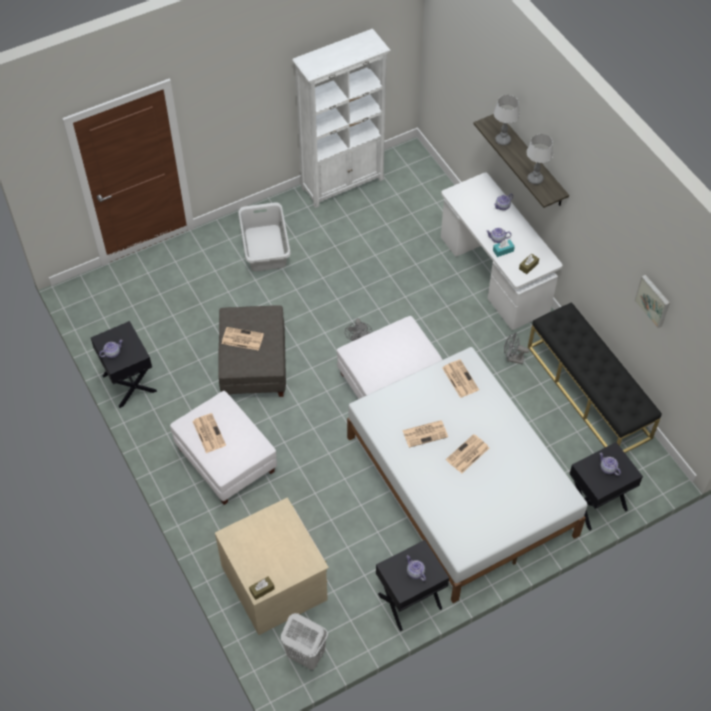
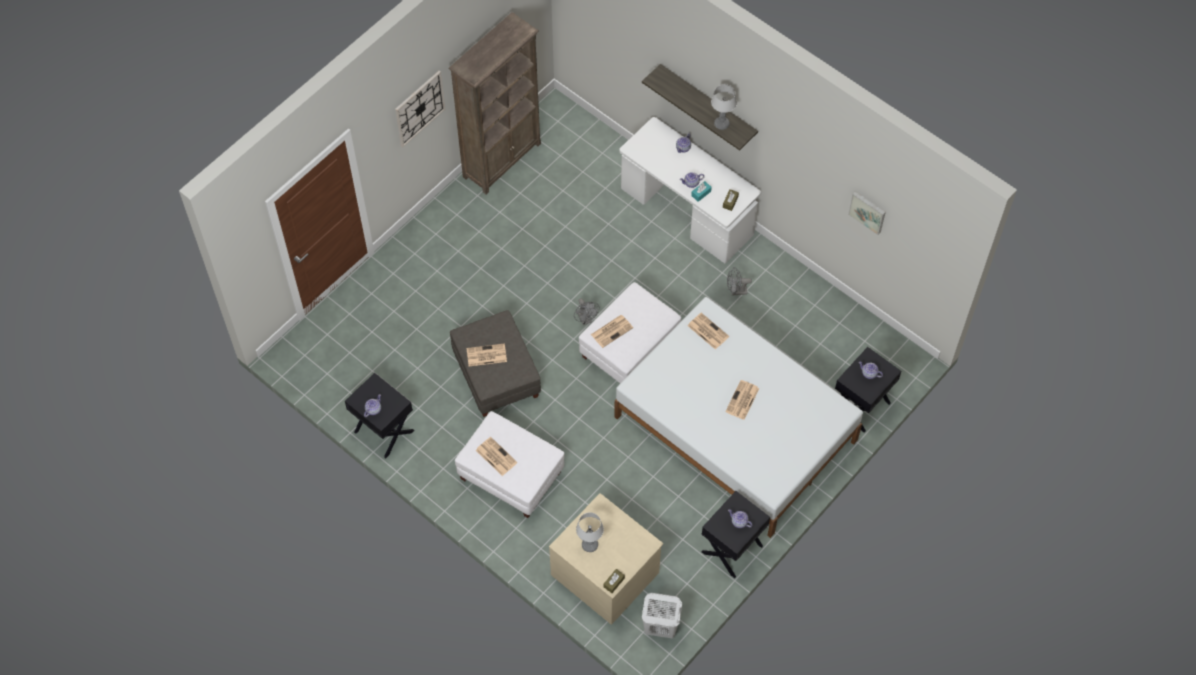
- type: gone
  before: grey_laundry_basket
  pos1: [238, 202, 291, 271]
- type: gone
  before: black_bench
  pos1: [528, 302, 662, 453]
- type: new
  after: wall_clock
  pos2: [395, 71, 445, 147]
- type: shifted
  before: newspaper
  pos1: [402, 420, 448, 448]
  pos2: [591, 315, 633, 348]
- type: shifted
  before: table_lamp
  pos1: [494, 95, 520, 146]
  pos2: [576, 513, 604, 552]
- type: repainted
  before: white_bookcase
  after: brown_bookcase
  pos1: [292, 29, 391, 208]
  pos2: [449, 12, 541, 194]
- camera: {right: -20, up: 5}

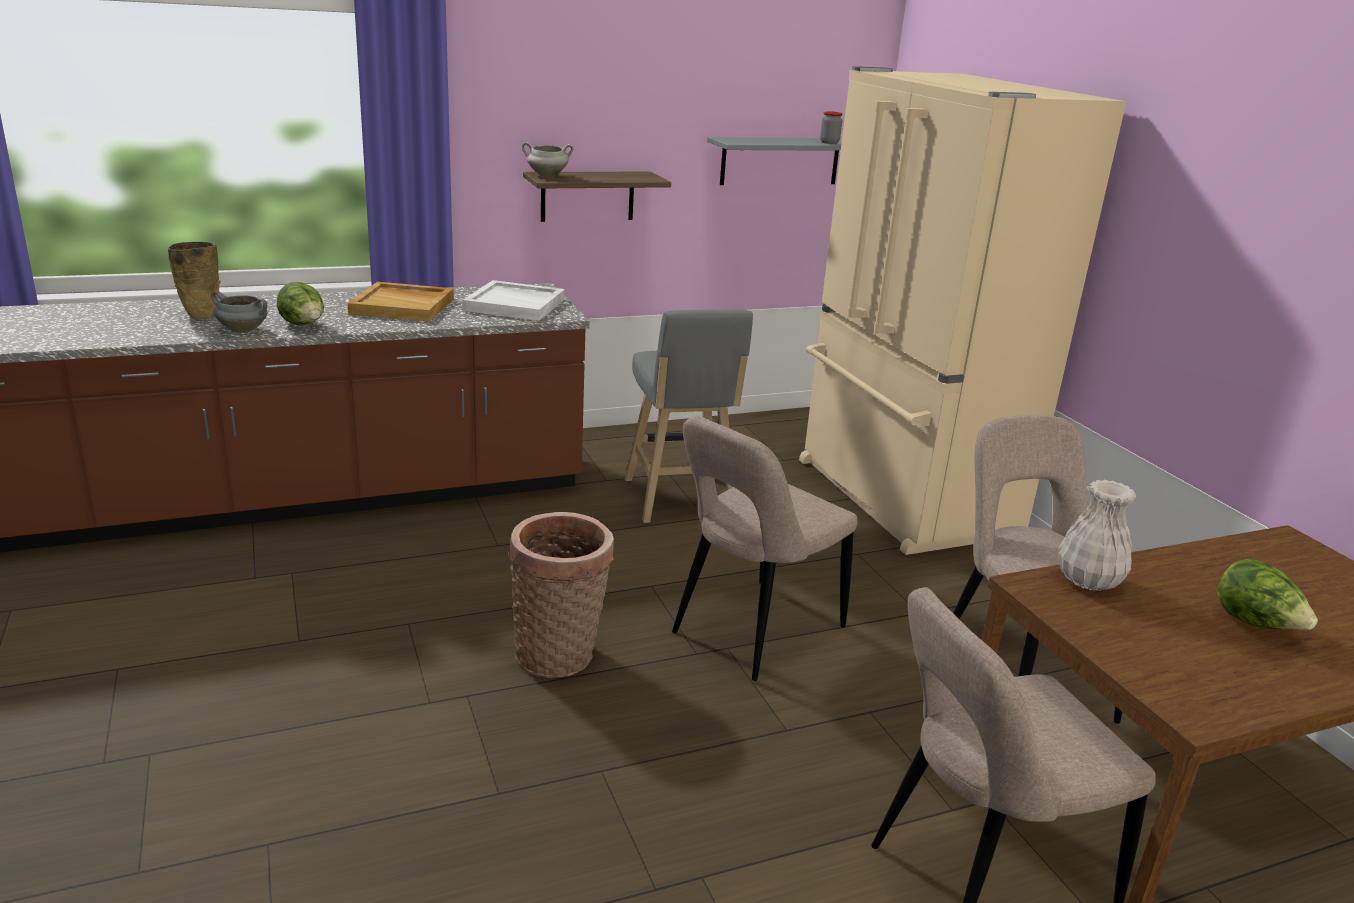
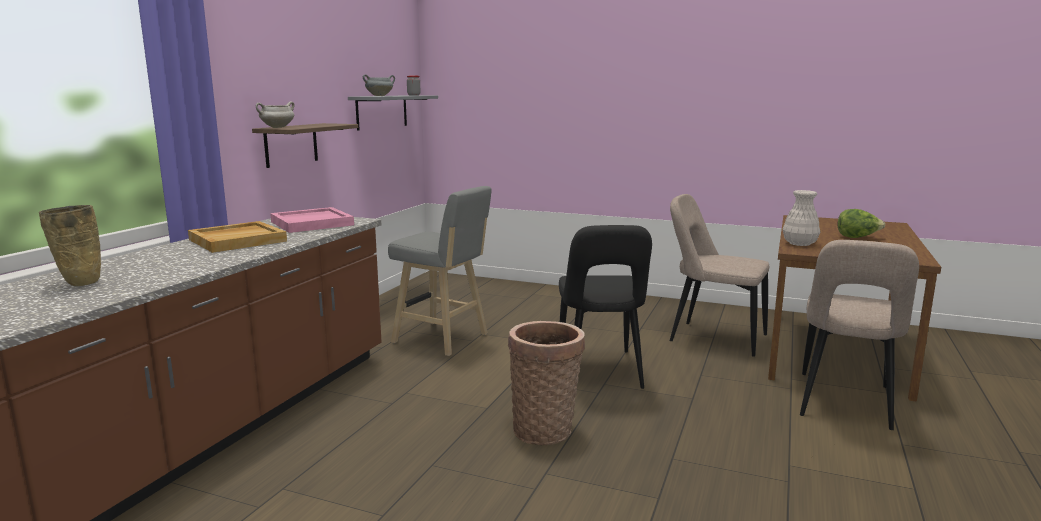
- type: gone
  before: lettuce
  pos1: [277, 282, 324, 325]
- type: gone
  before: beige_fridge
  pos1: [799, 66, 1126, 555]
- type: shifted
  before: grey_cooking_pot
  pos1: [211, 291, 267, 333]
  pos2: [363, 74, 395, 96]
- type: repainted
  before: white_tray
  after: pink_tray
  pos1: [463, 280, 565, 321]
  pos2: [270, 207, 354, 233]
- type: repainted
  before: beige_chair
  after: black_chair
  pos1: [672, 416, 858, 681]
  pos2: [559, 225, 652, 389]
- camera: {right: -45, up: -10}

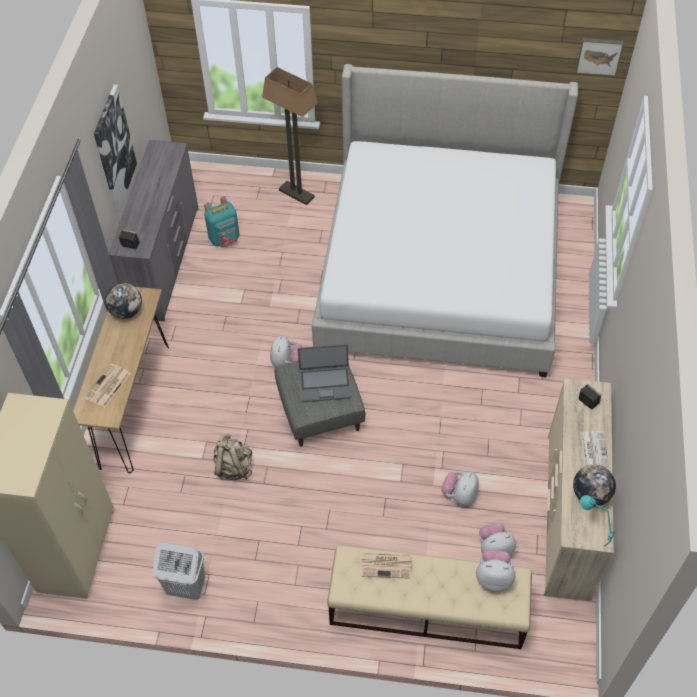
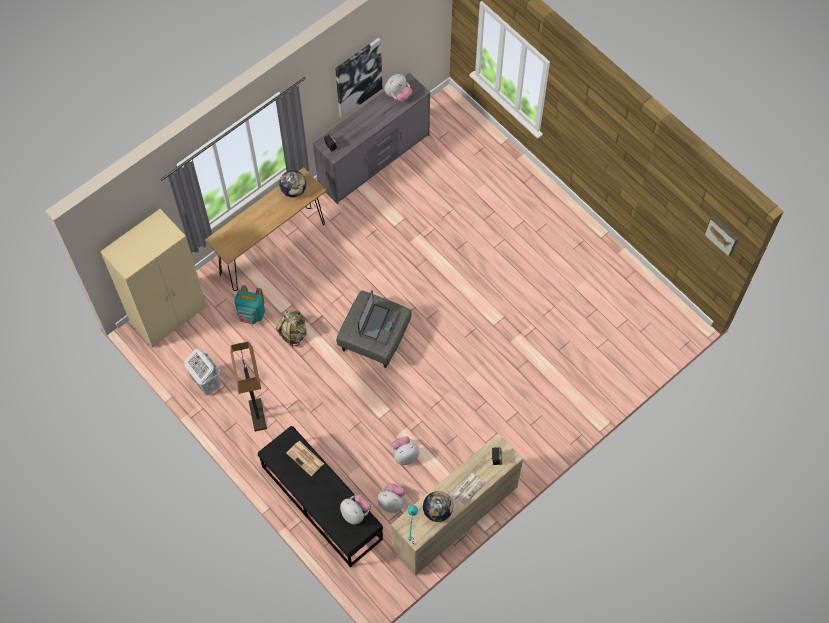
- type: gone
  before: newspaper
  pos1: [84, 363, 131, 408]
- type: gone
  before: bed
  pos1: [312, 64, 578, 377]
- type: shifted
  before: turquoise_backpack
  pos1: [204, 196, 240, 246]
  pos2: [235, 285, 265, 324]
- type: shifted
  before: floor_lamp
  pos1: [262, 67, 318, 205]
  pos2: [230, 341, 267, 432]
- type: shifted
  before: plush_toy
  pos1: [270, 336, 302, 367]
  pos2: [384, 74, 412, 102]
- type: repainted
  before: beige_bench
  after: black_bench
  pos1: [327, 545, 532, 649]
  pos2: [258, 426, 383, 567]
- type: rotated
  before: laptop
  pos1: [298, 344, 352, 402]
  pos2: [358, 290, 400, 345]
  turn: -105
- camera: {right: 40, up: 10}

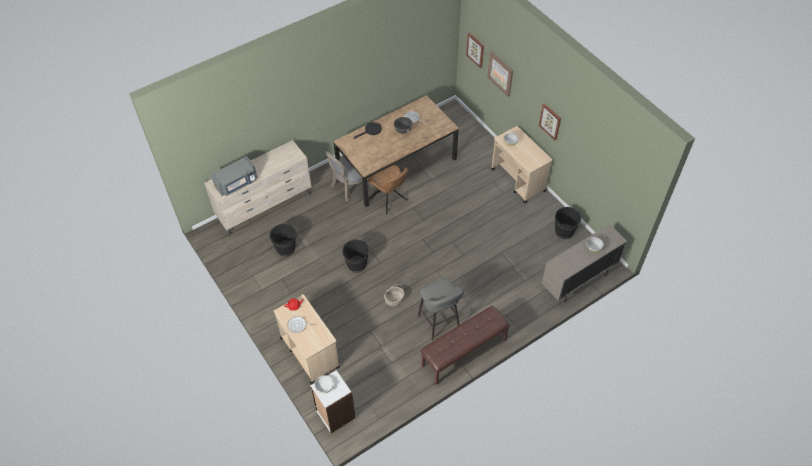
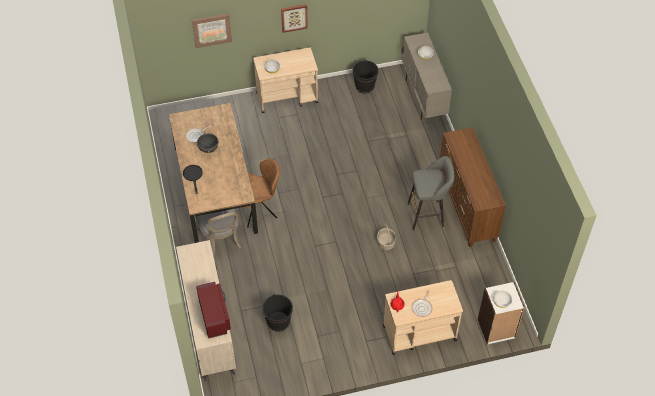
- type: gone
  before: black_bucket
  pos1: [342, 239, 369, 272]
- type: gone
  before: picture
  pos1: [466, 33, 484, 68]
- type: swapped
  before: brown_bench
  after: brown_dresser
  pos1: [420, 306, 510, 385]
  pos2: [440, 127, 506, 247]
- type: repainted
  before: grey_microwave
  after: red_microwave
  pos1: [211, 156, 257, 196]
  pos2: [196, 282, 231, 339]
- camera: {right: -70, up: 0}

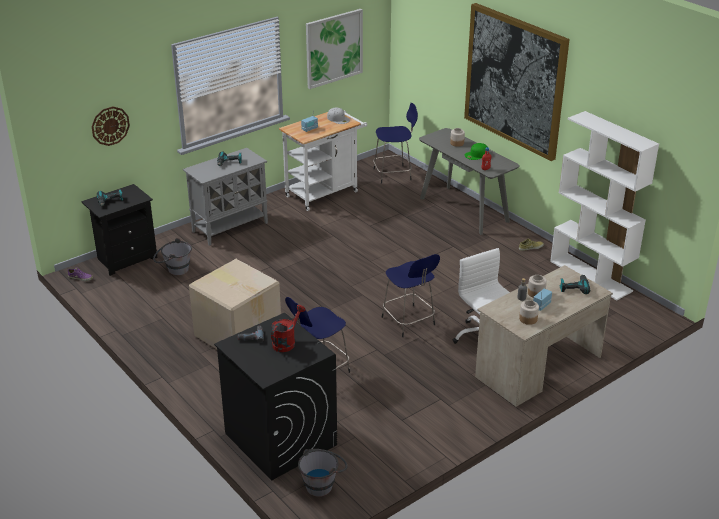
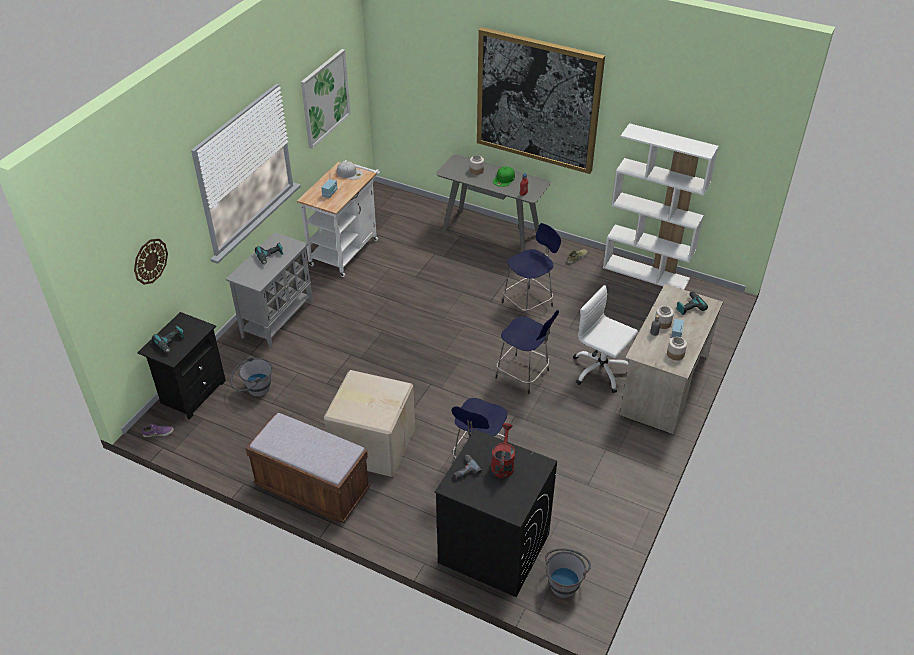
- type: new
  after: brown_bench
  pos2: [245, 413, 371, 523]
- type: shifted
  before: blue_stool
  pos1: [373, 103, 418, 184]
  pos2: [502, 223, 561, 317]
- camera: {right: -25, up: 10}

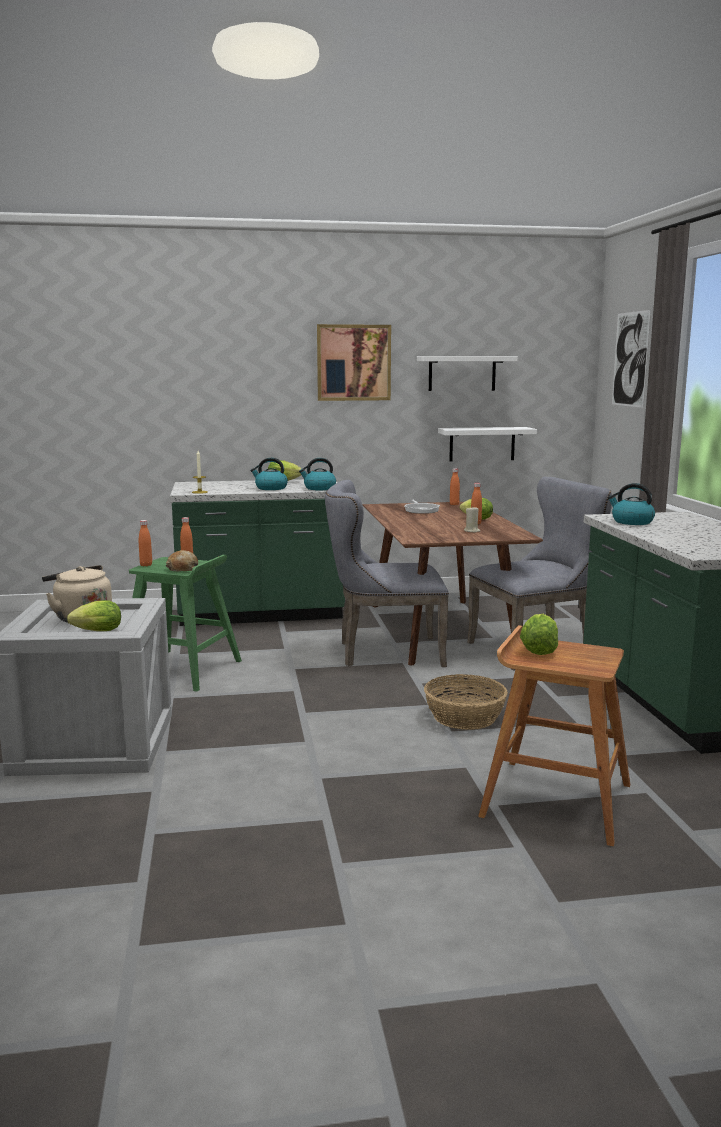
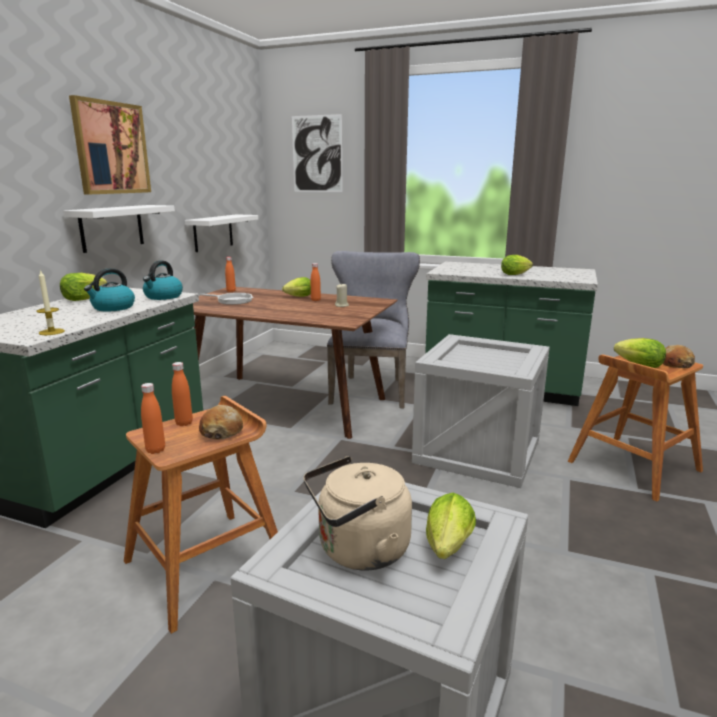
- type: gone
  before: grey_chair
  pos1: [325, 480, 449, 667]
- type: gone
  before: kettle
  pos1: [608, 483, 655, 525]
- type: new
  after: lettuce
  pos2: [501, 255, 533, 275]
- type: new
  after: bread
  pos2: [663, 345, 695, 368]
- type: shifted
  before: white_shelf
  pos1: [417, 356, 518, 391]
  pos2: [63, 205, 175, 253]
- type: swapped
  before: basket
  after: crate
  pos1: [424, 674, 508, 730]
  pos2: [412, 334, 550, 488]
- type: repainted
  before: green_stool
  after: brown_stool
  pos1: [129, 555, 242, 692]
  pos2: [124, 396, 278, 634]
- camera: {right: -60, up: 5}

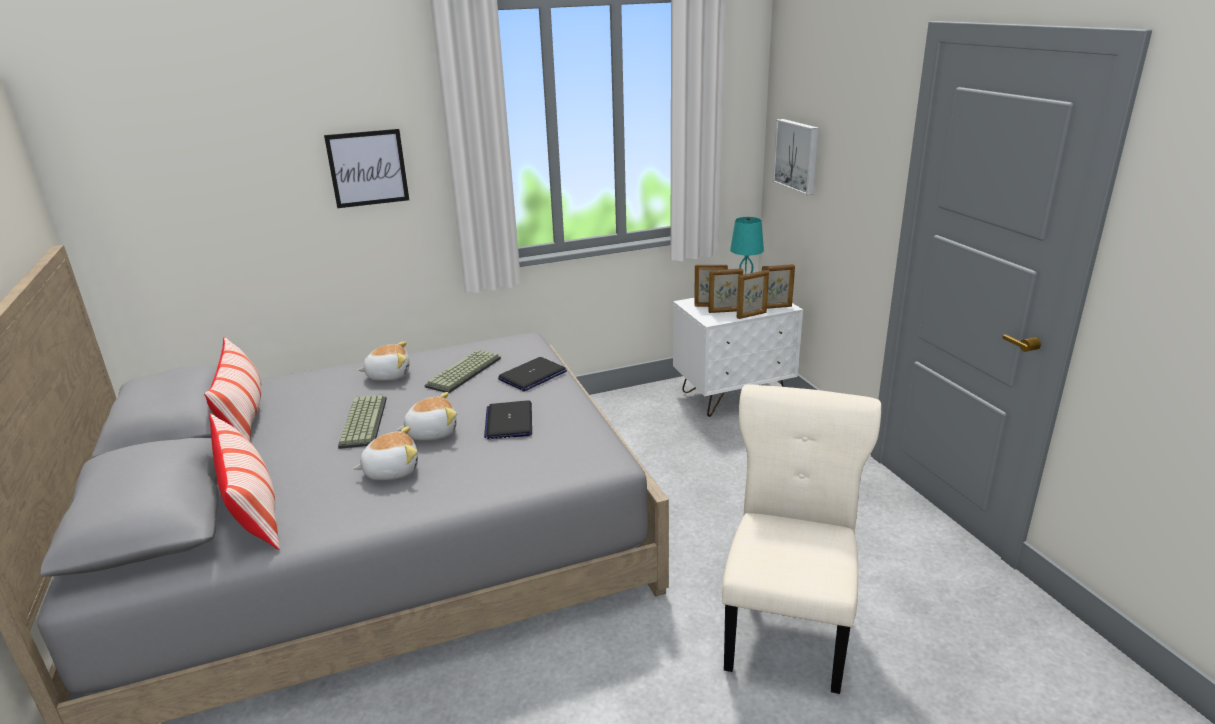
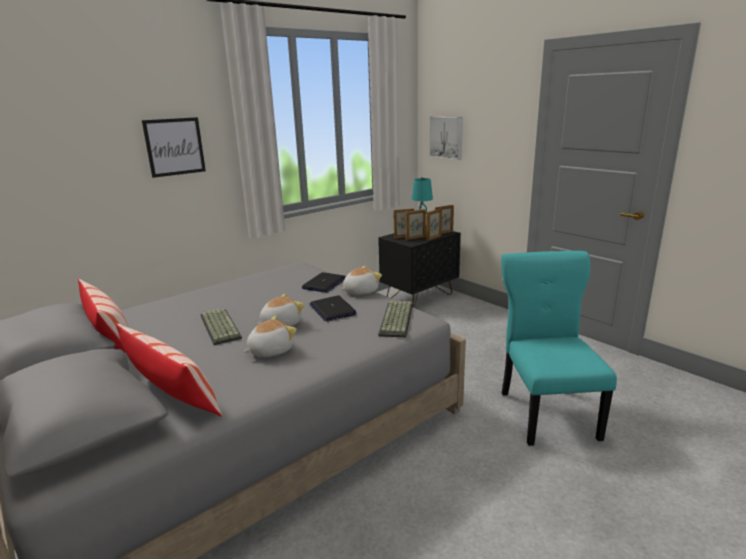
- type: shifted
  before: plush_toy
  pos1: [358, 341, 410, 381]
  pos2: [341, 266, 382, 295]
- type: shifted
  before: keyboard
  pos1: [425, 350, 501, 393]
  pos2: [378, 301, 413, 337]
- type: repainted
  before: white_nightstand
  after: black_nightstand
  pos1: [673, 298, 803, 417]
  pos2: [378, 231, 461, 308]
- type: repainted
  before: beige_chair
  after: turquoise_chair
  pos1: [722, 384, 881, 694]
  pos2: [501, 251, 617, 446]
- camera: {right: -20, up: -5}

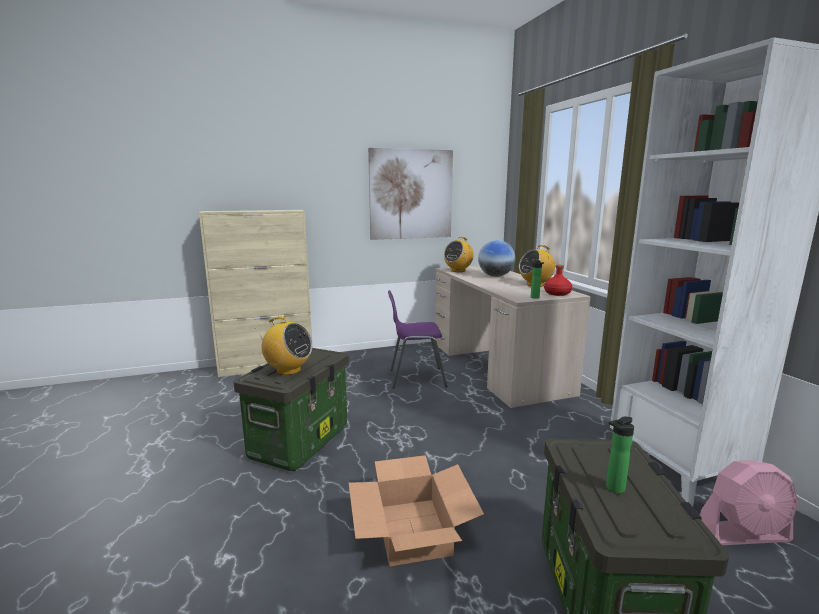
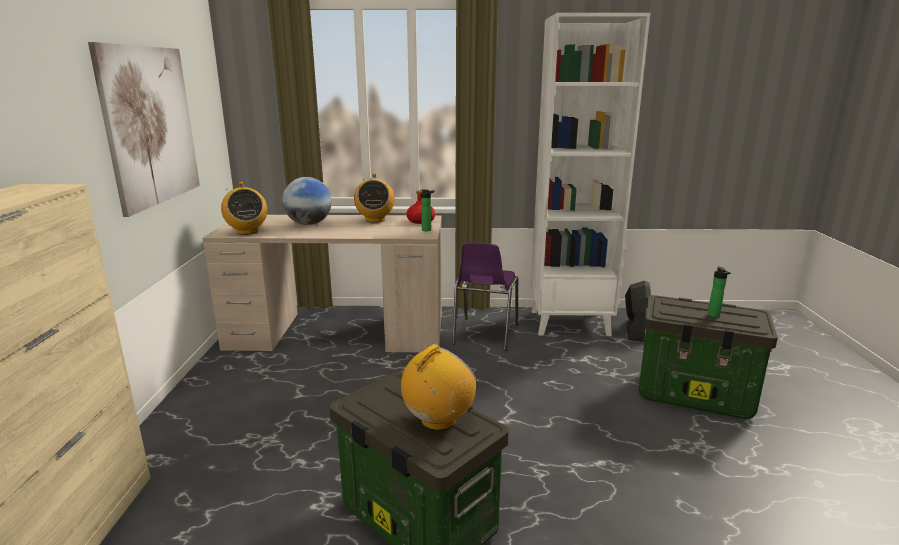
- type: gone
  before: cardboard_box
  pos1: [349, 455, 484, 566]
- type: shifted
  before: purple_chair
  pos1: [388, 290, 447, 388]
  pos2: [452, 242, 518, 351]
- type: repainted
  before: pink_fan
  after: black_fan
  pos1: [700, 460, 799, 545]
  pos2: [625, 280, 651, 342]
- camera: {right: -70, up: 5}

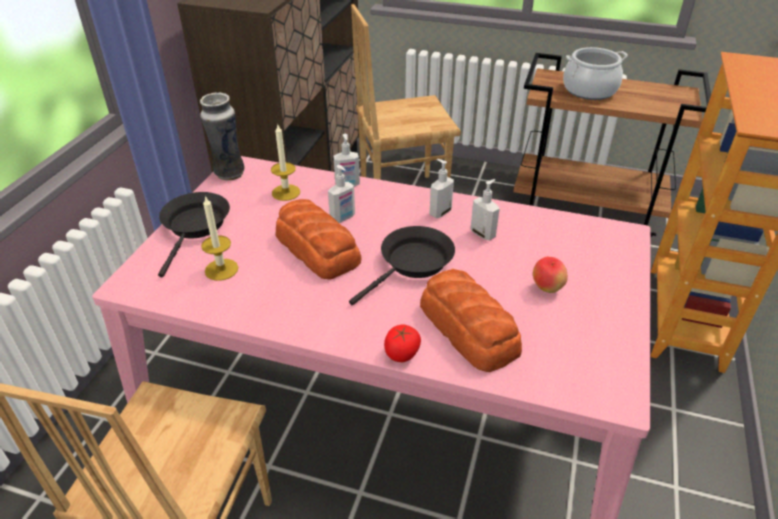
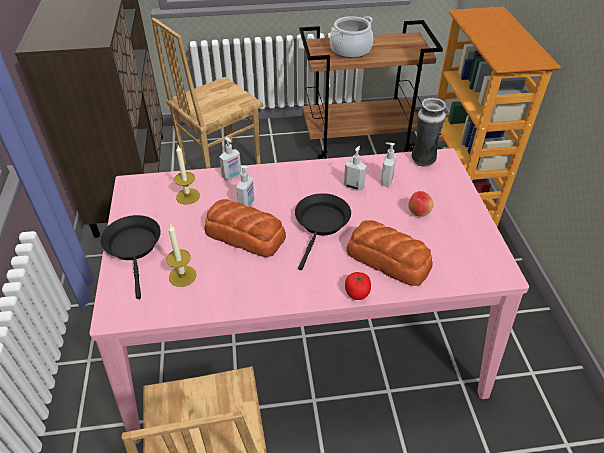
- type: shifted
  before: vase
  pos1: [200, 93, 245, 181]
  pos2: [411, 98, 446, 167]
- type: shifted
  before: soap_dispenser
  pos1: [429, 159, 454, 218]
  pos2: [381, 142, 396, 187]
- camera: {right: -25, up: 5}

